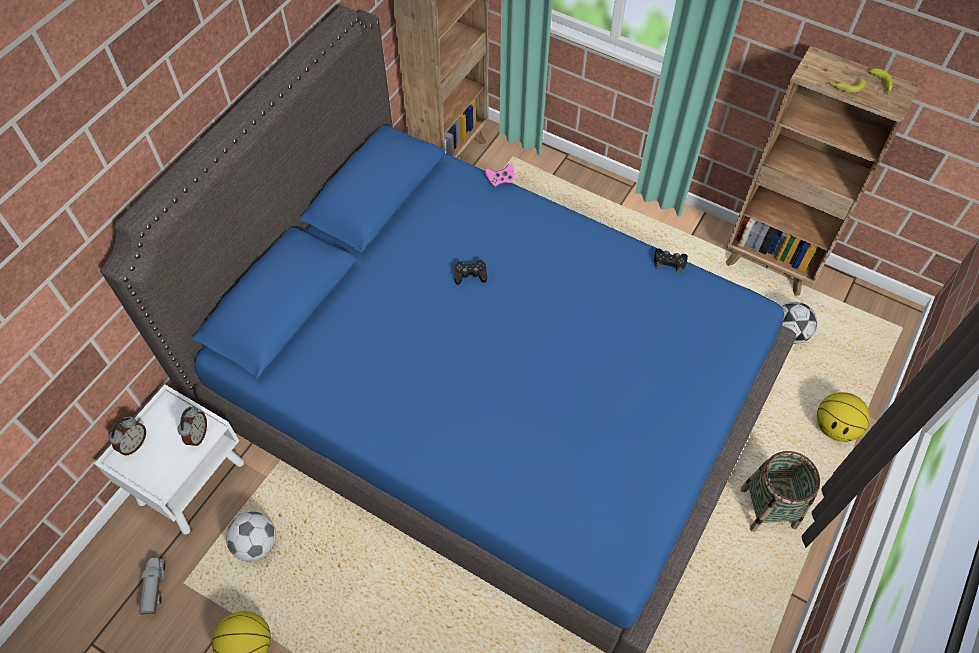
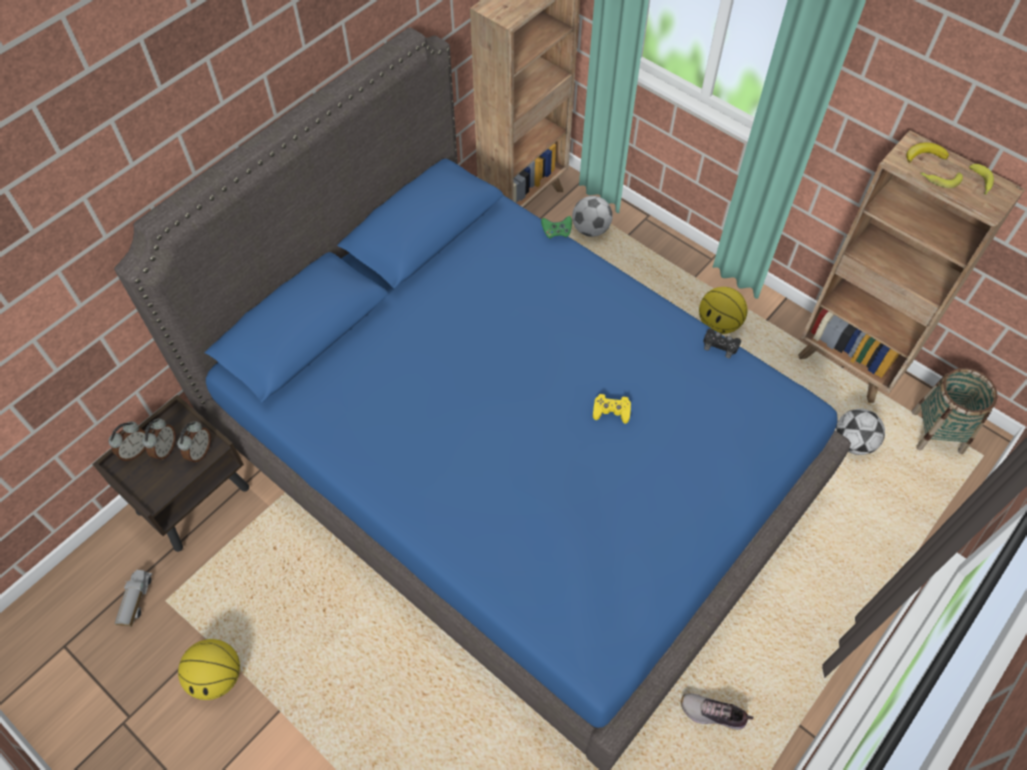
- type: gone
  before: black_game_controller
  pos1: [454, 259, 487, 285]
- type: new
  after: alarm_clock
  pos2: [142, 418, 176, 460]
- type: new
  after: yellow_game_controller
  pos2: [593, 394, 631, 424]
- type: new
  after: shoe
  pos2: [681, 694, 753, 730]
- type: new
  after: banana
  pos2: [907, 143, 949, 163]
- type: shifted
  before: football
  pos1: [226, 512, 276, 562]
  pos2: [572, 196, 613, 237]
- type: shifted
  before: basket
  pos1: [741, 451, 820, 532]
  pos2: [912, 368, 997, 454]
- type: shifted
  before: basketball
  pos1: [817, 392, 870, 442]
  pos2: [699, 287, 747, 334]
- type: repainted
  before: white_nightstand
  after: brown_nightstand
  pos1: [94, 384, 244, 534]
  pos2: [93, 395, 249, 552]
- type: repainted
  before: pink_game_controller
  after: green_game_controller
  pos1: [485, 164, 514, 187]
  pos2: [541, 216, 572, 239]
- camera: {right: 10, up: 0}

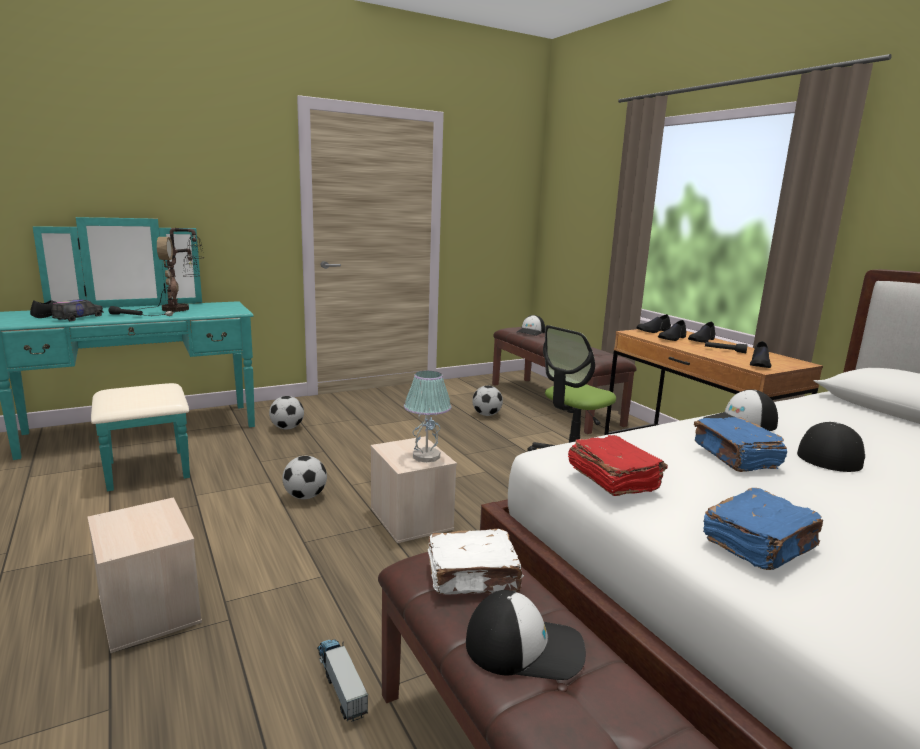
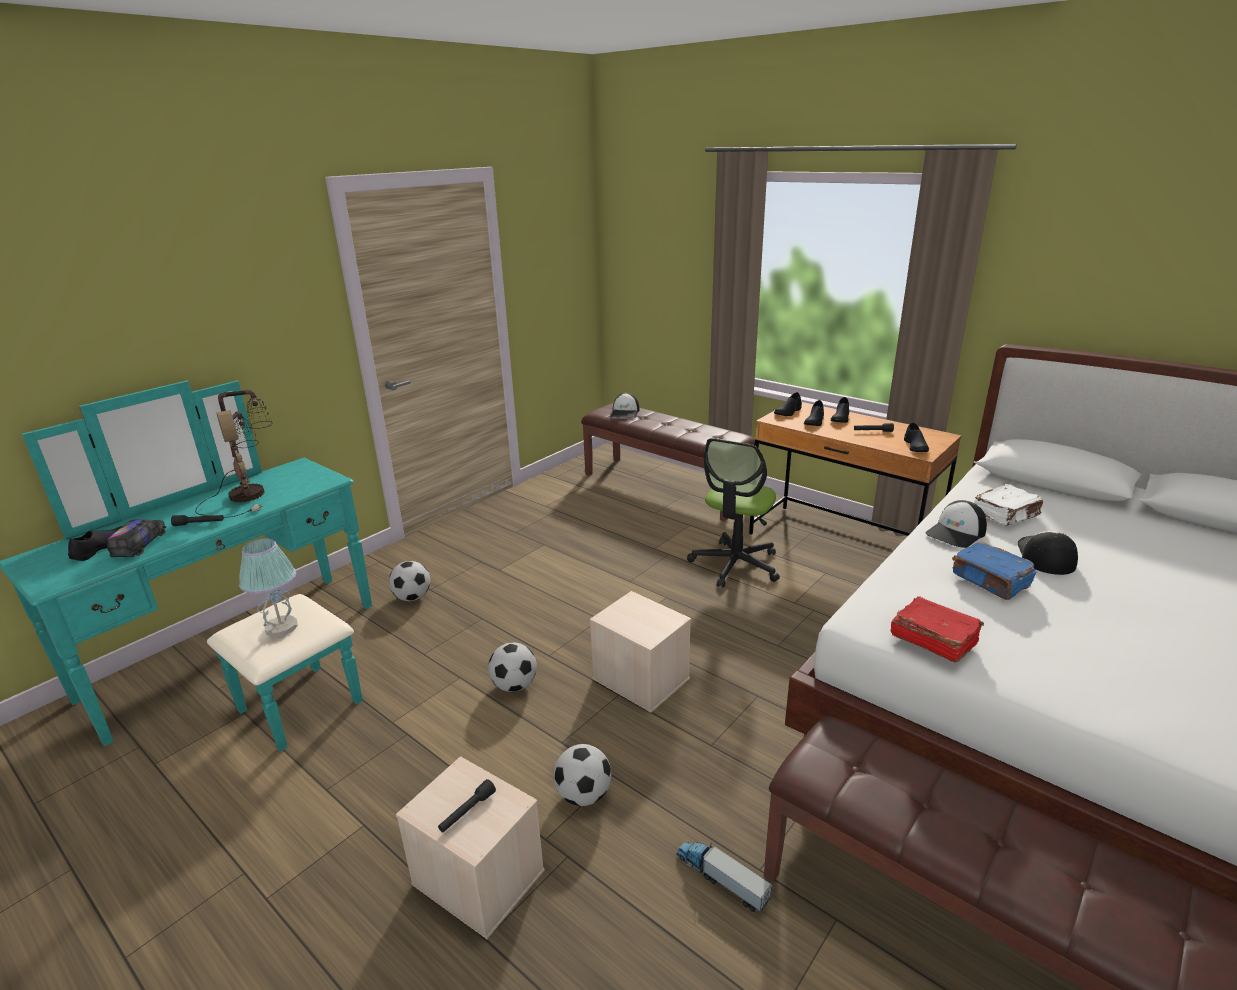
- type: gone
  before: cap
  pos1: [466, 590, 586, 680]
- type: gone
  before: blue_book
  pos1: [703, 488, 823, 570]
- type: new
  after: black_flashlight
  pos2: [438, 779, 496, 833]
- type: shifted
  before: table_lamp
  pos1: [404, 371, 451, 462]
  pos2: [239, 539, 298, 637]
- type: shifted
  before: white_book
  pos1: [428, 529, 524, 594]
  pos2: [974, 484, 1043, 526]
- type: shifted
  before: football
  pos1: [472, 386, 503, 416]
  pos2: [553, 744, 611, 806]
- camera: {right: -20, up: 10}

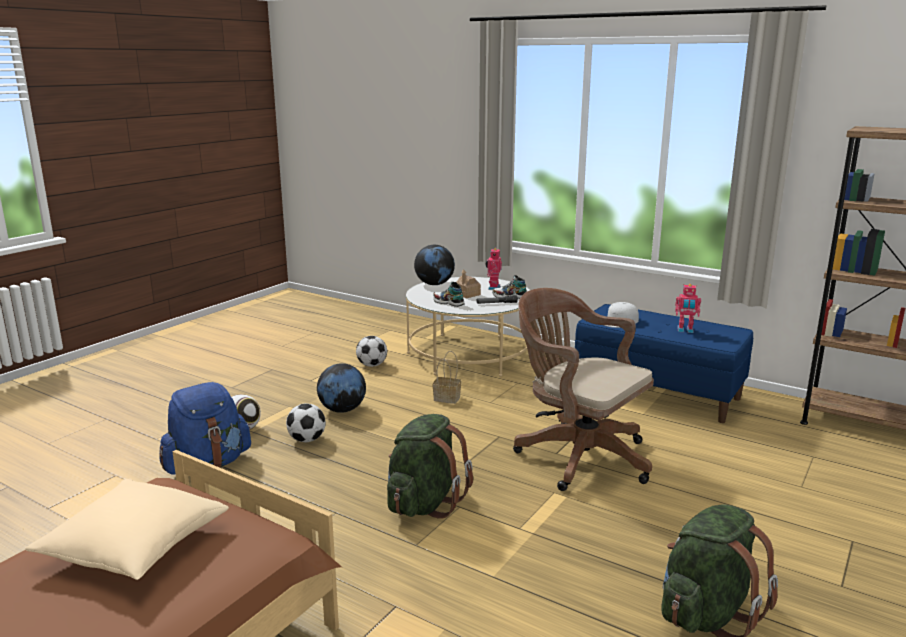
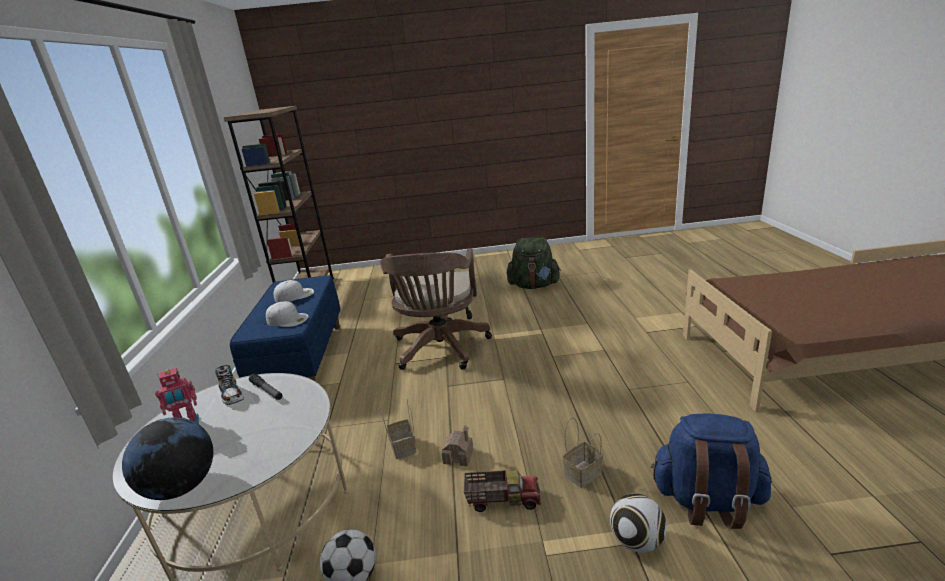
- type: gone
  before: beige_pillow
  pos1: [25, 479, 229, 580]
- type: gone
  before: green_backpack
  pos1: [387, 414, 473, 519]
- type: gone
  before: shoe
  pos1: [433, 282, 464, 307]
- type: shifted
  before: toy_house
  pos1: [456, 270, 481, 298]
  pos2: [441, 425, 474, 466]
- type: swapped
  before: football
  after: basket
  pos1: [286, 403, 326, 442]
  pos2: [562, 418, 603, 488]
- type: swapped
  before: globe
  after: toy_truck
  pos1: [317, 363, 366, 413]
  pos2: [464, 470, 541, 512]
- type: swapped
  before: toy_robot
  after: white_cap
  pos1: [675, 284, 701, 333]
  pos2: [273, 280, 314, 302]
- camera: {right: -125, up: 5}

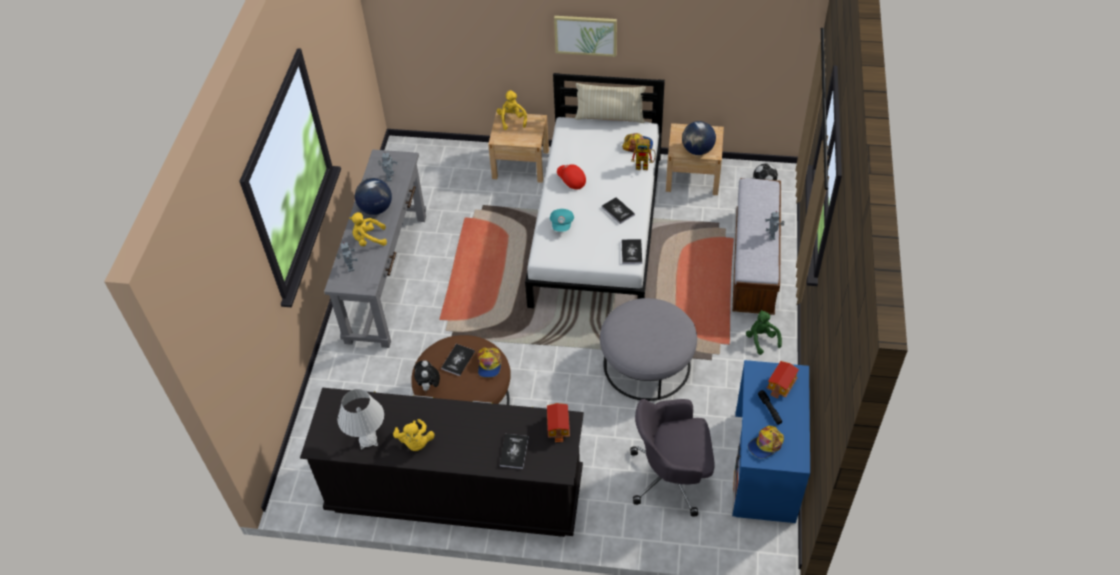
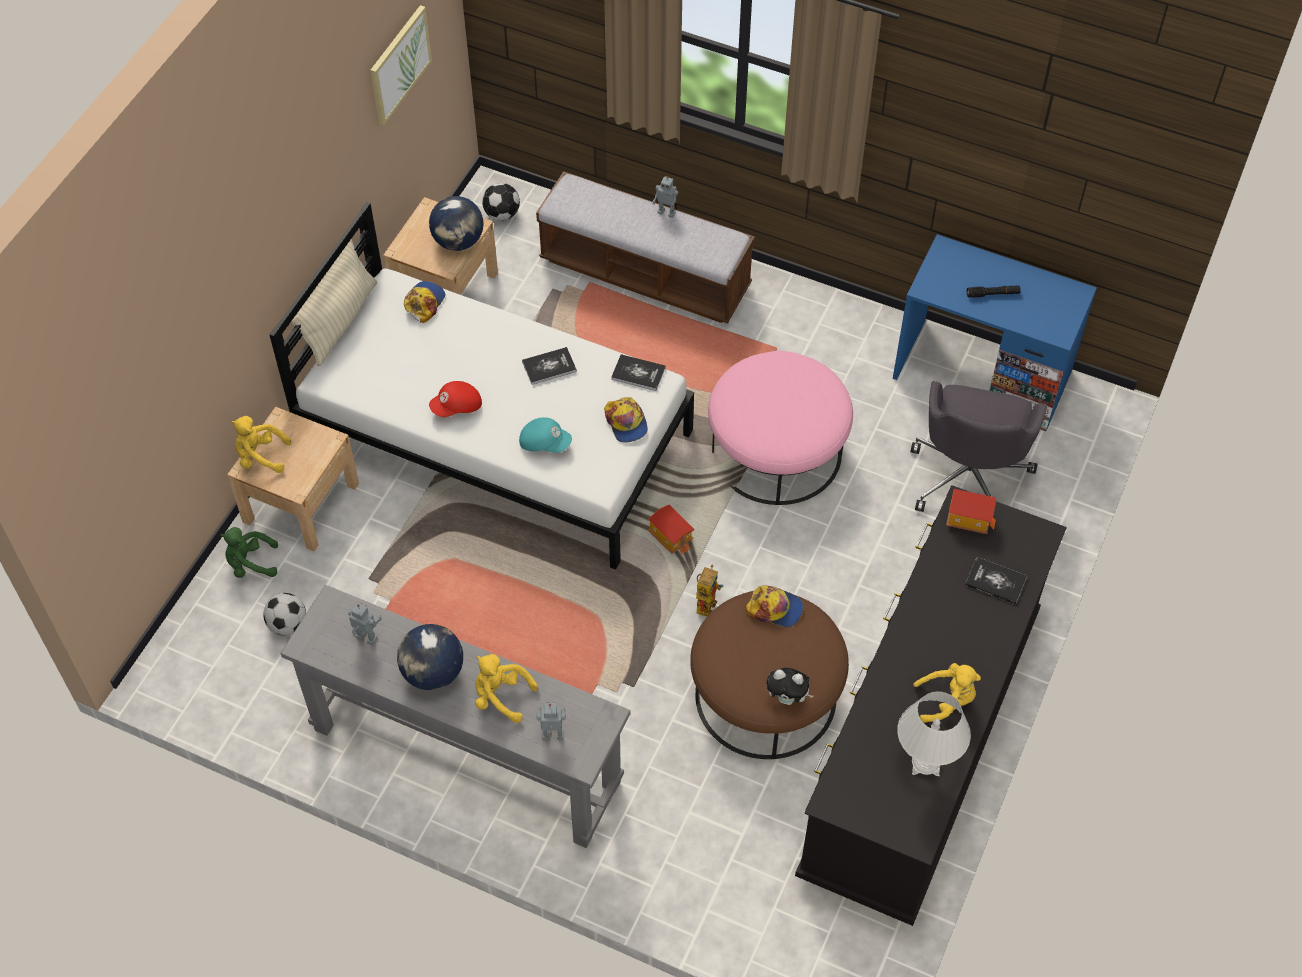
- type: gone
  before: book
  pos1: [441, 344, 475, 376]
- type: new
  after: football
  pos2: [263, 593, 306, 636]
- type: shifted
  before: picture
  pos1: [554, 16, 617, 57]
  pos2: [370, 5, 432, 125]
- type: shifted
  before: toy_robot
  pos1: [631, 139, 656, 170]
  pos2: [696, 565, 723, 617]
- type: shifted
  before: green_plush_toy
  pos1: [746, 310, 782, 355]
  pos2: [220, 527, 278, 578]
- type: shifted
  before: cap
  pos1: [748, 426, 784, 459]
  pos2: [604, 397, 648, 443]
- type: shifted
  before: toy_house
  pos1: [767, 361, 799, 399]
  pos2: [648, 505, 694, 555]
- type: repainted
  before: grey_ottoman
  after: pink_ottoman
  pos1: [600, 298, 697, 401]
  pos2: [708, 351, 853, 505]
- type: rotated
  before: yellow_plush_toy
  pos1: [349, 212, 387, 246]
  pos2: [475, 654, 538, 723]
  turn: 105
- camera: {right: -75, up: 5}

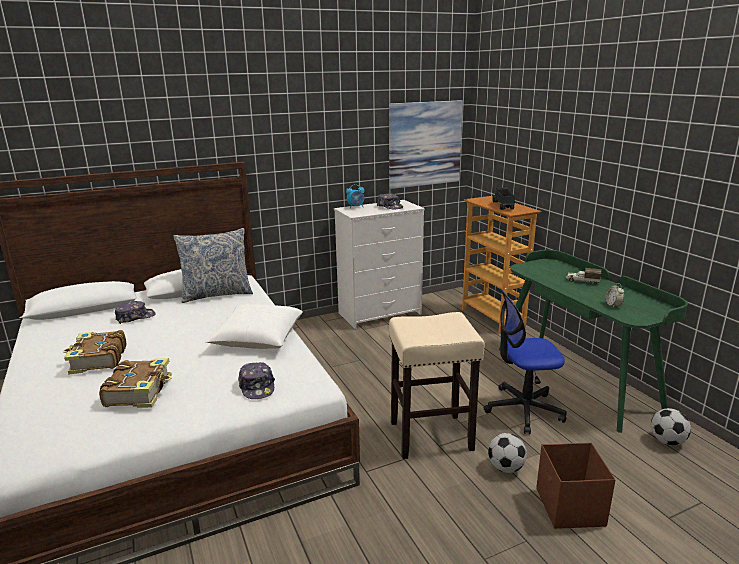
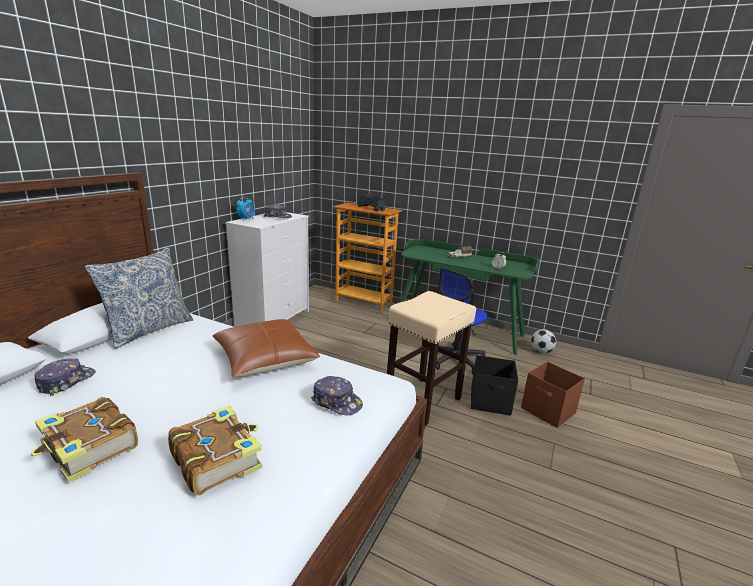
- type: gone
  before: picture
  pos1: [389, 100, 463, 189]
- type: swapped
  before: football
  after: black_storage_box
  pos1: [488, 433, 527, 473]
  pos2: [471, 355, 518, 416]
- type: repainted
  before: white_pillow
  after: brown_pillow
  pos1: [205, 304, 303, 349]
  pos2: [213, 319, 320, 377]
- camera: {right: -40, up: 0}

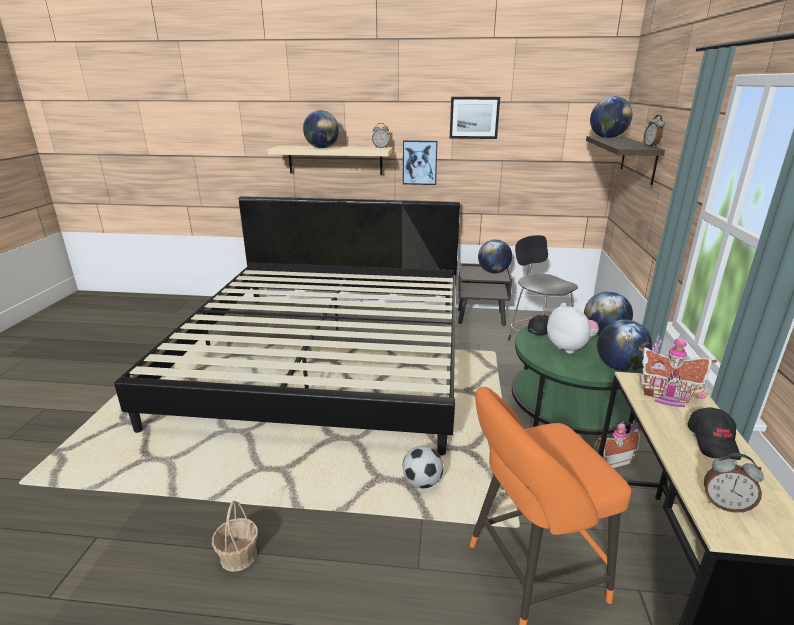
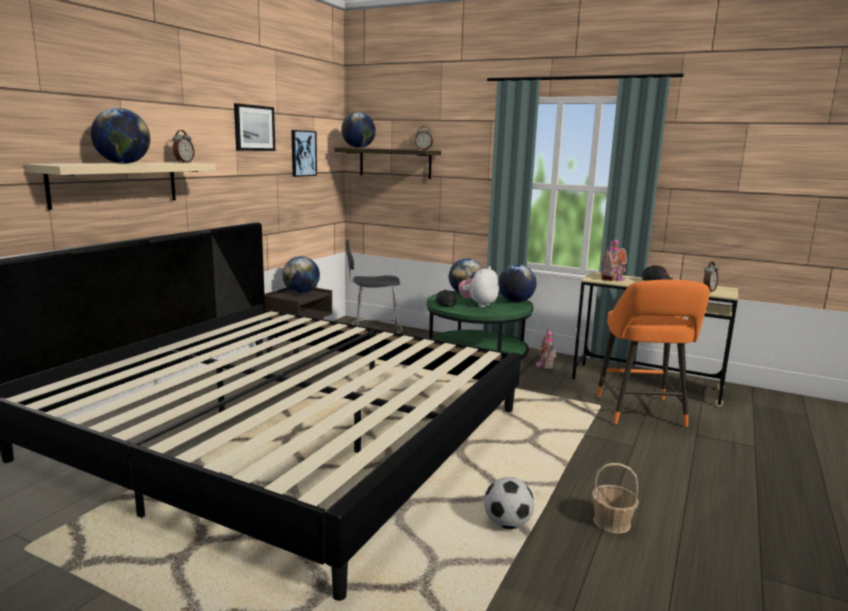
- type: shifted
  before: picture
  pos1: [403, 140, 438, 185]
  pos2: [291, 130, 317, 177]
- type: shifted
  before: football
  pos1: [403, 446, 443, 488]
  pos2: [484, 477, 534, 529]
- type: rotated
  before: plush_toy
  pos1: [547, 303, 599, 354]
  pos2: [459, 266, 499, 307]
  turn: -45
- camera: {right: -70, up: -10}

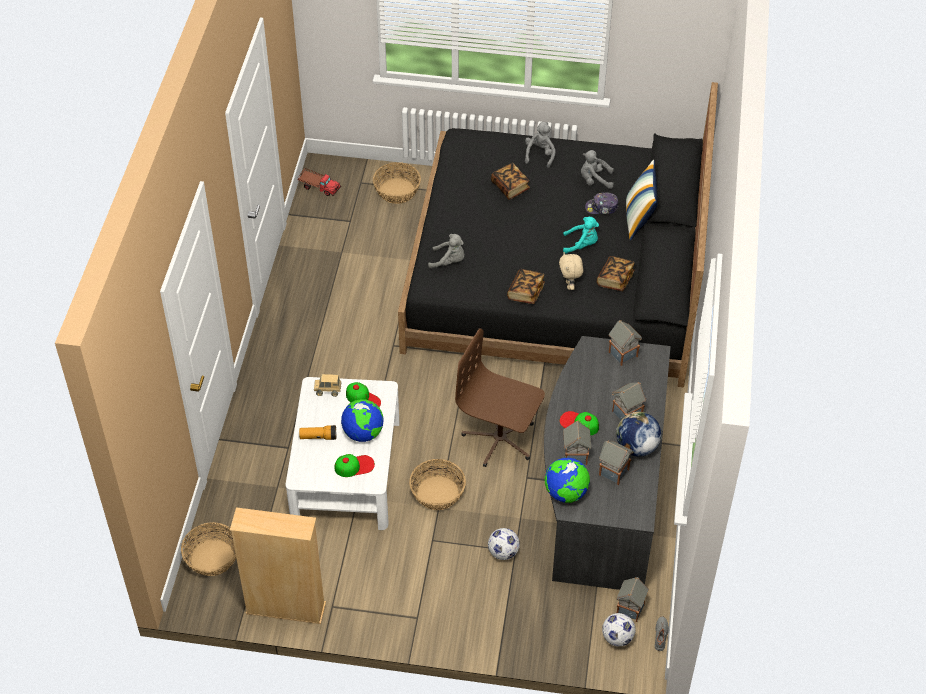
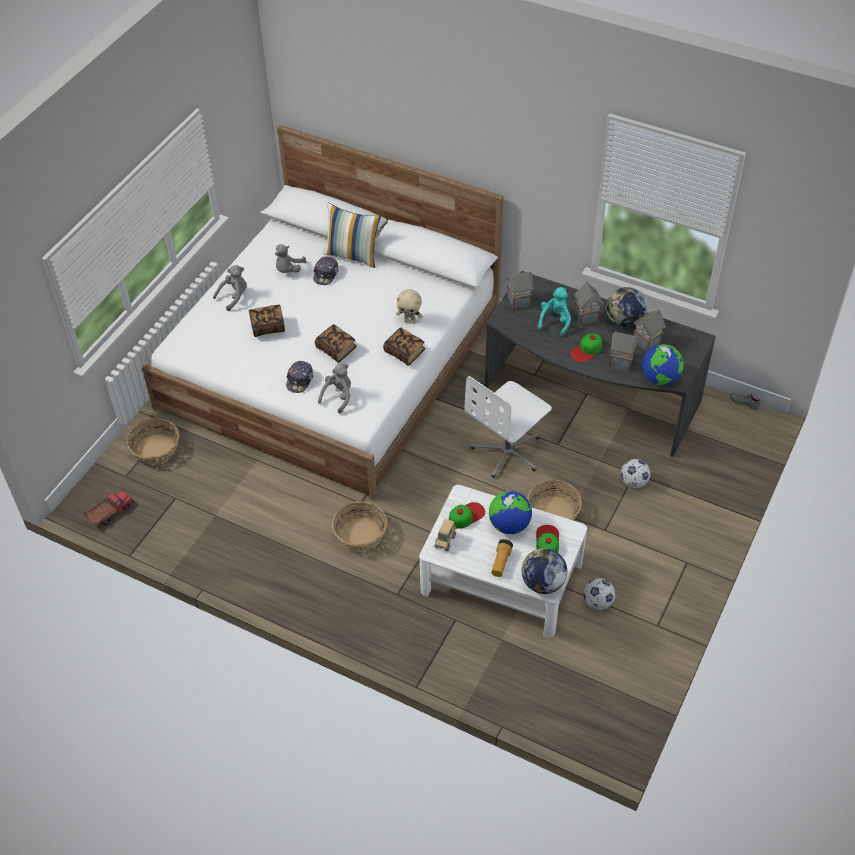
- type: gone
  before: beige_bookcase
  pos1: [230, 507, 326, 624]
- type: gone
  before: toy_house
  pos1: [616, 577, 649, 622]
- type: new
  after: cap
  pos2: [286, 361, 313, 393]
- type: new
  after: globe
  pos2: [522, 548, 567, 594]
- type: shifted
  before: basket
  pos1: [181, 522, 236, 576]
  pos2: [332, 501, 387, 551]
- type: shifted
  before: turquoise_plush_toy
  pos1: [563, 217, 599, 254]
  pos2: [538, 287, 571, 336]
- type: shifted
  before: book
  pos1: [597, 256, 634, 291]
  pos2: [315, 324, 357, 362]
- type: shifted
  before: football
  pos1: [602, 613, 636, 646]
  pos2: [583, 578, 616, 610]
- type: repainted
  before: black_bed
  after: white_bed
  pos1: [398, 82, 718, 387]
  pos2: [142, 125, 504, 500]
- type: repainted
  before: brown_office_chair
  after: white_office_chair
  pos1: [455, 329, 545, 467]
  pos2: [465, 376, 552, 478]
- type: rotated
  before: grey_plush_toy
  pos1: [525, 122, 556, 168]
  pos2: [213, 265, 247, 311]
  turn: 105
- camera: {right: -70, up: 0}

